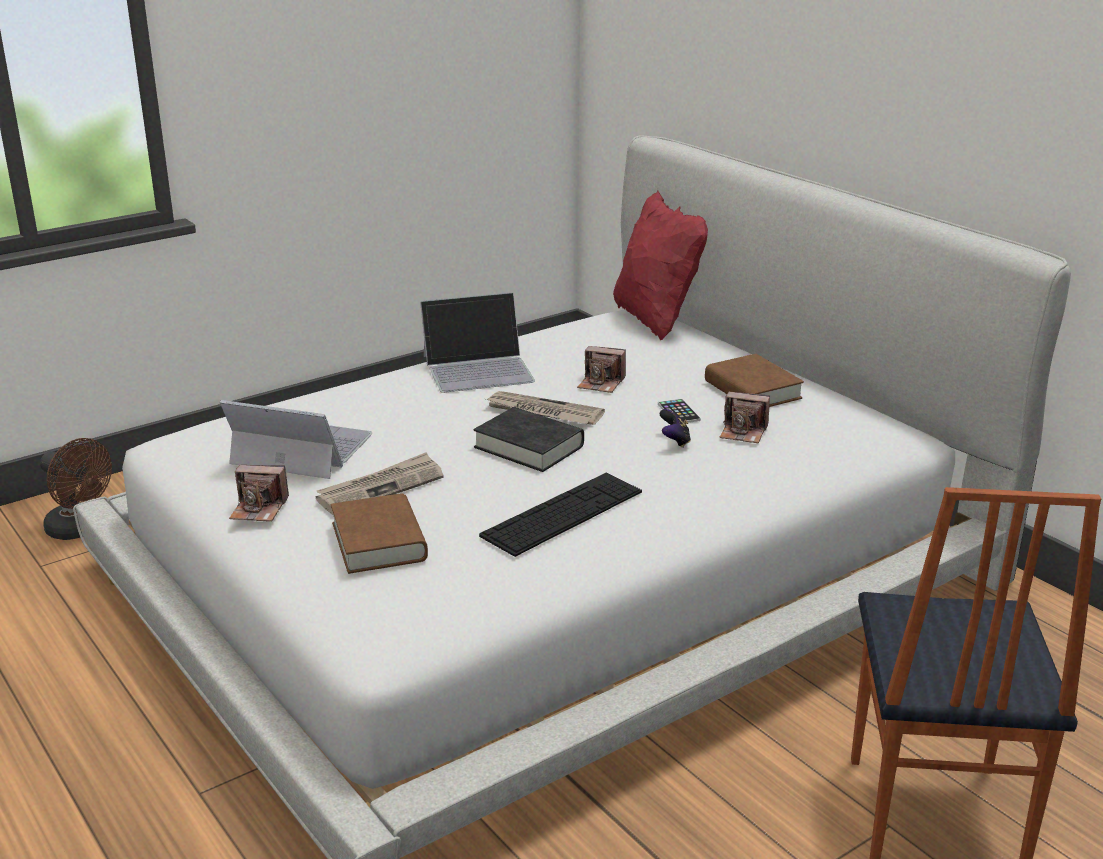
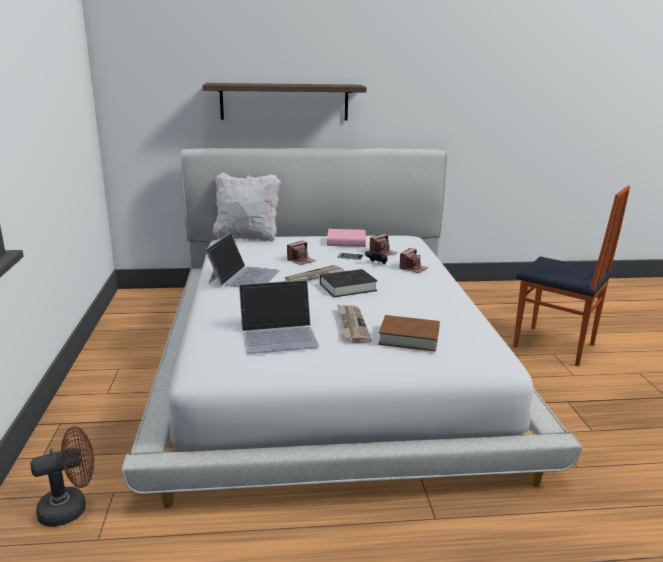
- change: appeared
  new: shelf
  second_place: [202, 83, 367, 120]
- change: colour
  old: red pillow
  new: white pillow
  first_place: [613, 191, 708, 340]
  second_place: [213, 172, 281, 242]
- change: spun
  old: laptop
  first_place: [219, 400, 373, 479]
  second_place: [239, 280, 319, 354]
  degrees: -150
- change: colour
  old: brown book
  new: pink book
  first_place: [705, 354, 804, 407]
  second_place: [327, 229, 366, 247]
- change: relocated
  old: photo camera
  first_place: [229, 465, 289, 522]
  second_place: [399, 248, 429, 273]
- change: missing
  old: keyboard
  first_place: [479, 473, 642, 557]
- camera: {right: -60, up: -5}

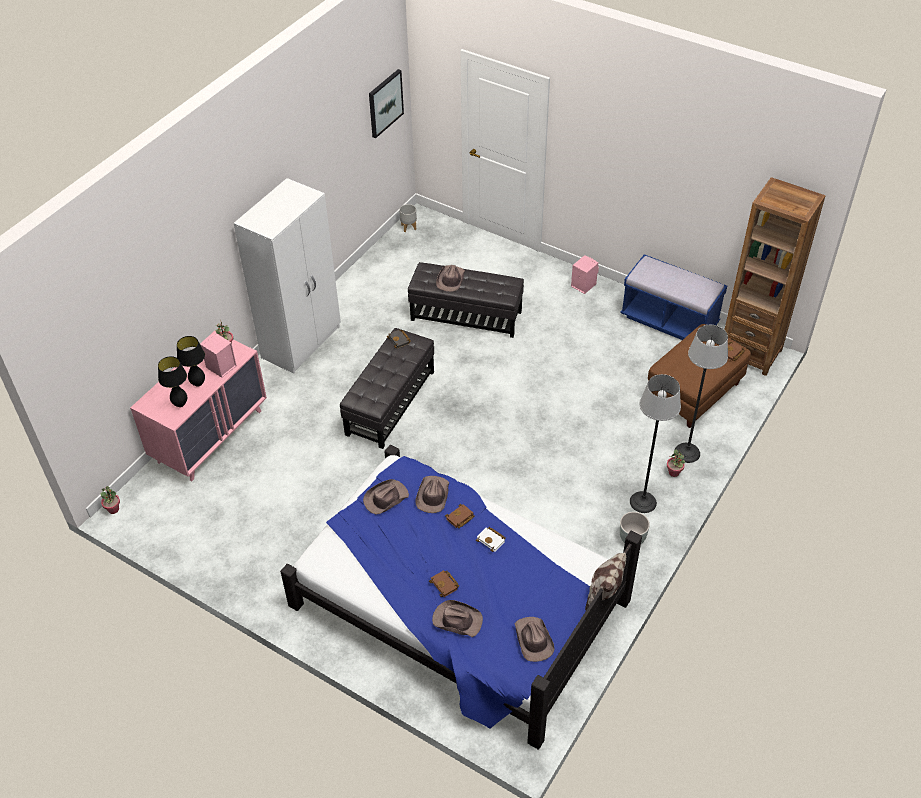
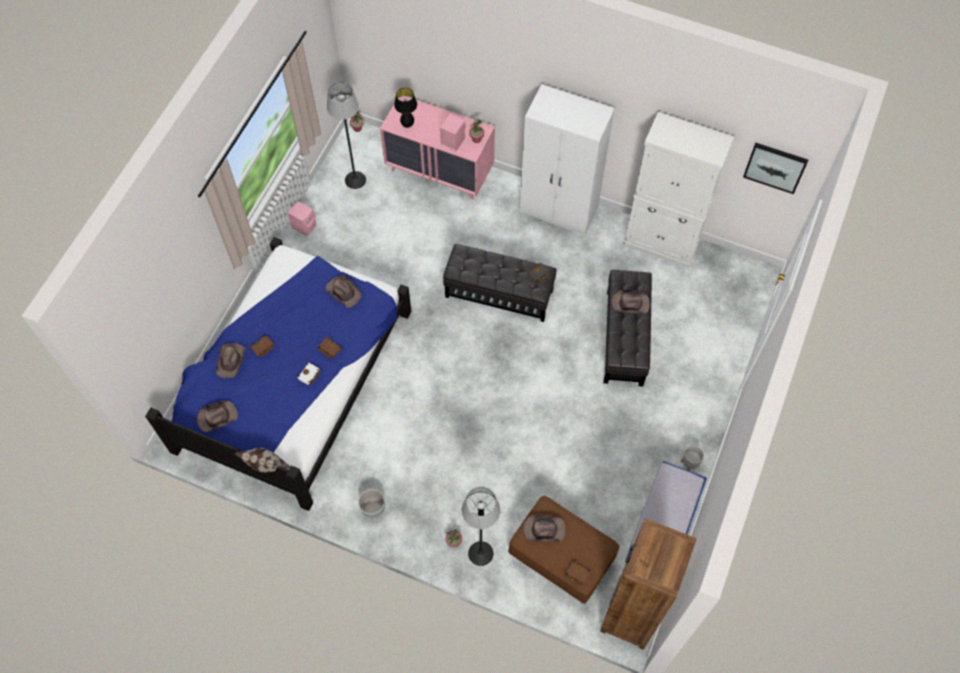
- change: relocated
  old: pink speaker
  first_place: [571, 255, 599, 294]
  second_place: [288, 201, 316, 236]
- change: relocated
  old: floor lamp
  first_place: [630, 374, 681, 513]
  second_place: [327, 82, 366, 189]
- change: relocated
  old: brown hat
  first_place: [416, 476, 450, 513]
  second_place: [523, 514, 565, 542]
- change: appeared
  new: white cabinet
  second_place: [623, 112, 734, 268]
- change: relocated
  old: grey planter
  first_place: [399, 204, 417, 232]
  second_place: [681, 446, 704, 471]
- change: missing
  old: black table lamp
  first_place: [177, 336, 205, 387]
- camera: {right: 80, up: 15}

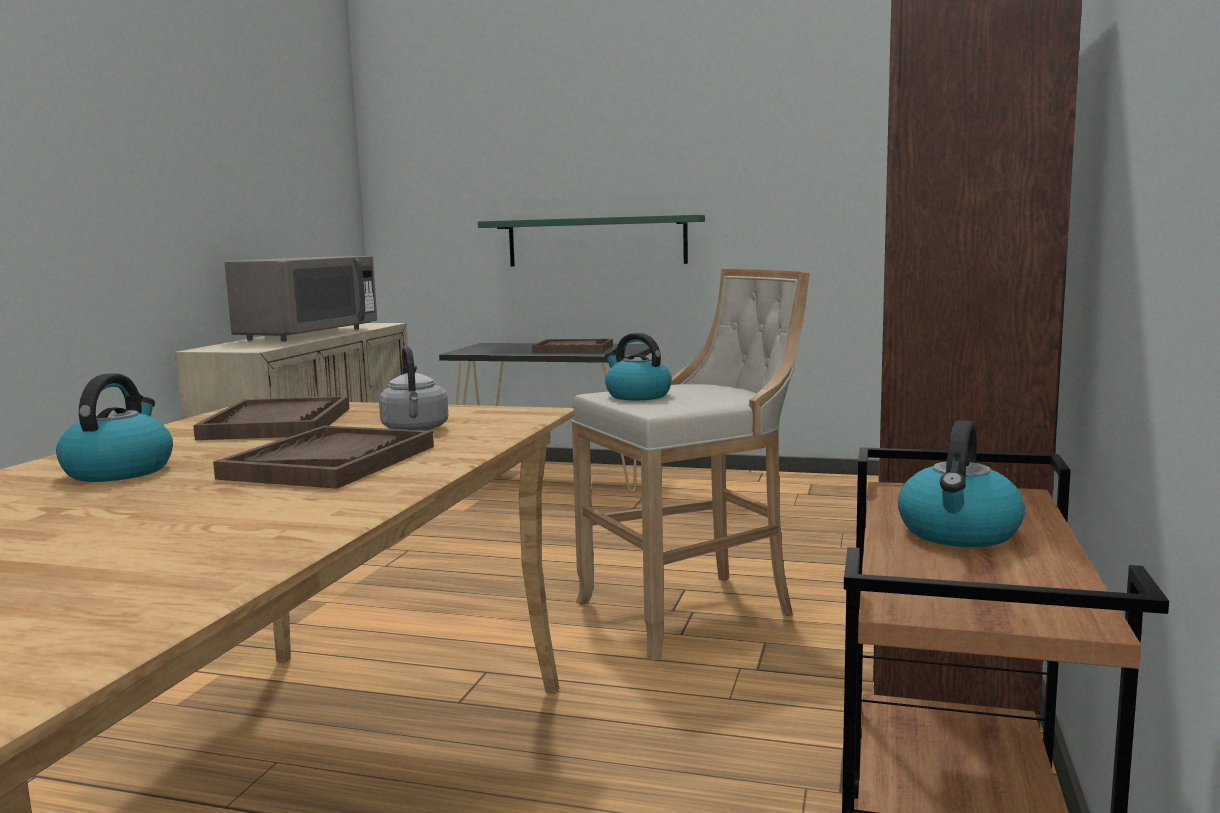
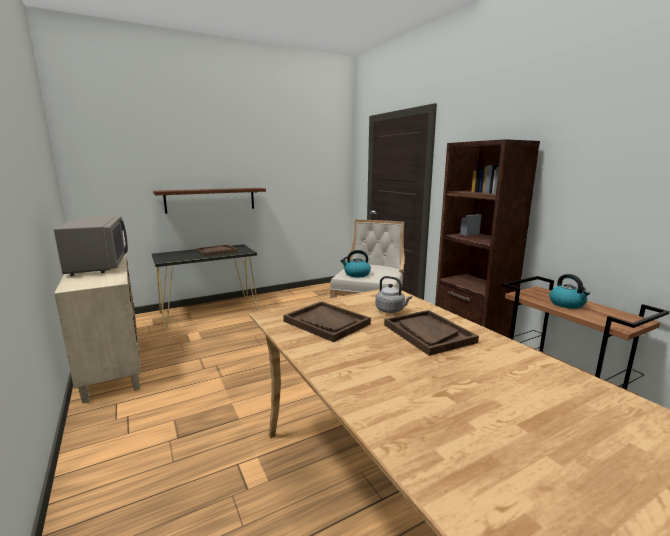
- change: colour
  old: green shelf
  new: brown shelf
  first_place: [478, 215, 705, 267]
  second_place: [153, 188, 266, 214]
- change: missing
  old: kettle
  first_place: [56, 373, 173, 482]
- camera: {right: -45, up: 5}

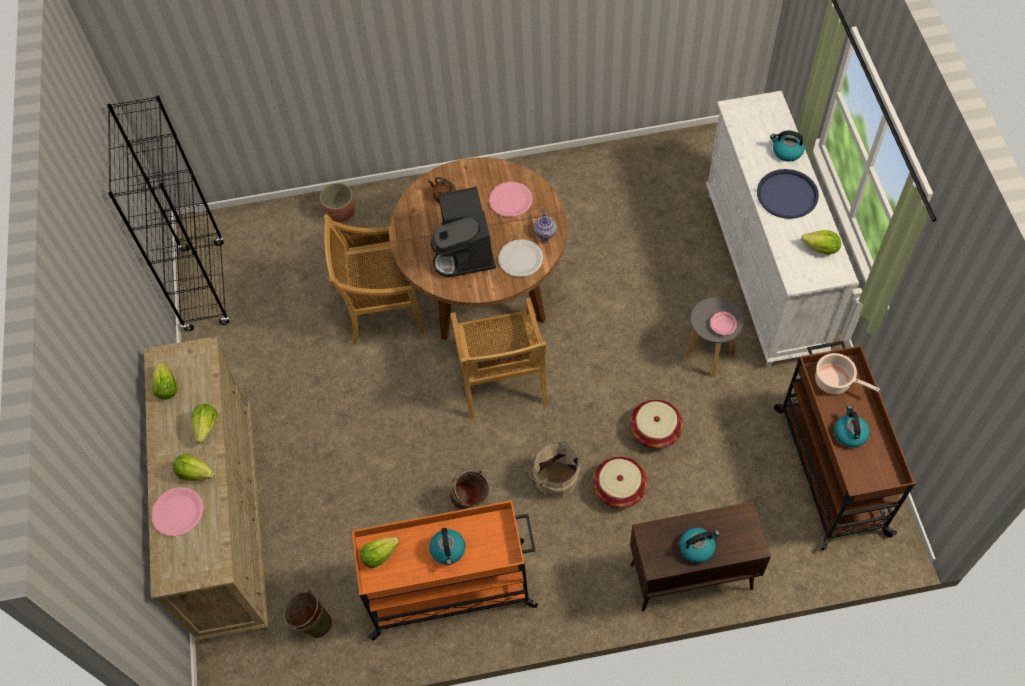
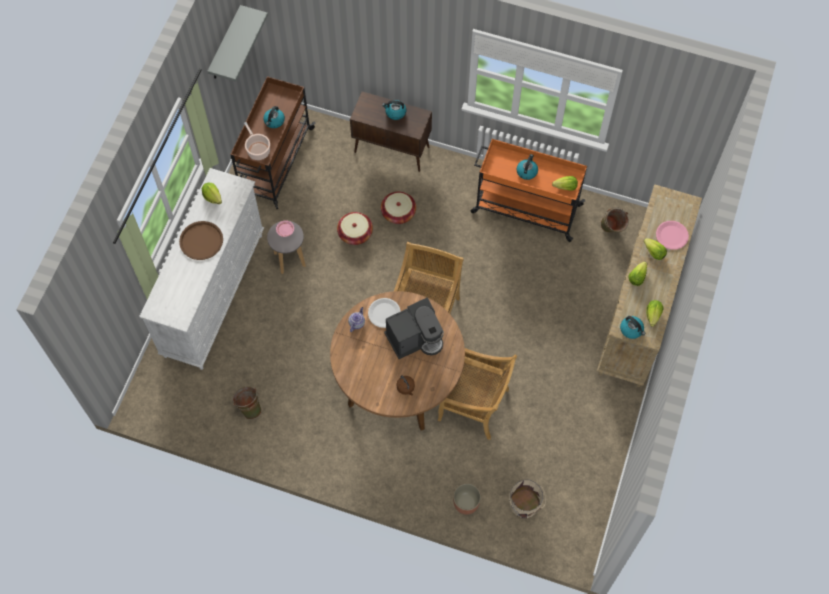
- change: colour
  old: blue tray
  new: brown tray
  first_place: [757, 169, 819, 219]
  second_place: [179, 221, 223, 260]
- change: appeared
  new: grey shelf
  second_place: [207, 5, 268, 82]
- change: relocated
  old: green bucket
  first_place: [450, 469, 490, 509]
  second_place: [232, 386, 262, 419]
- change: spun
  old: coffee machine
  first_place: [431, 187, 496, 277]
  second_place: [384, 297, 444, 359]
  degrees: 45
- change: relocated
  old: beige bucket
  first_place: [530, 442, 580, 499]
  second_place: [509, 480, 546, 518]
- change: relocated
  old: kettle
  first_place: [770, 131, 805, 162]
  second_place: [620, 316, 645, 339]
- change: missing
  old: black bookcase
  first_place: [107, 96, 230, 332]
- change: missing
  old: pink plate
  first_place: [489, 182, 533, 217]
- camera: {right: -155, up: 5}

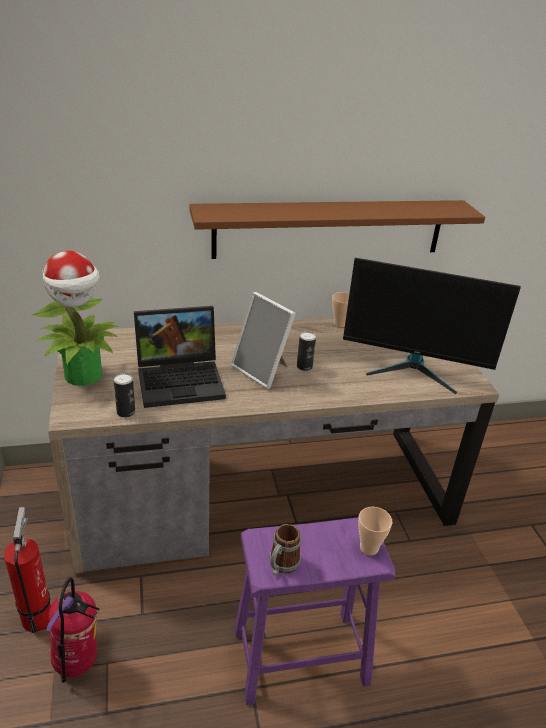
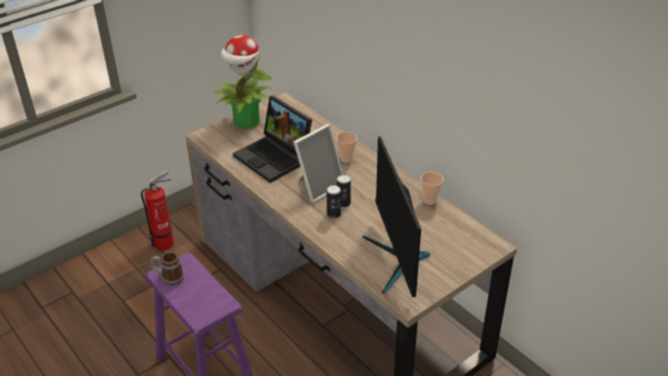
- change: spun
  old: picture frame
  first_place: [231, 292, 296, 389]
  second_place: [293, 124, 343, 203]
  degrees: -150
- change: relocated
  old: can
  first_place: [114, 373, 135, 417]
  second_place: [327, 185, 341, 218]
- change: relocated
  old: cup
  first_place: [358, 507, 392, 555]
  second_place: [336, 132, 357, 163]
- change: missing
  old: fire extinguisher
  first_place: [46, 577, 100, 683]
- change: missing
  old: brown shelf
  first_place: [189, 200, 485, 259]
- camera: {right: 65, up: 5}

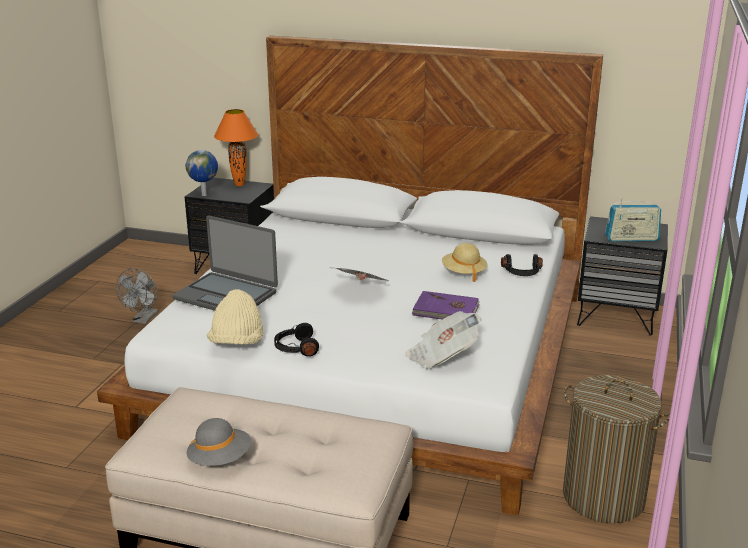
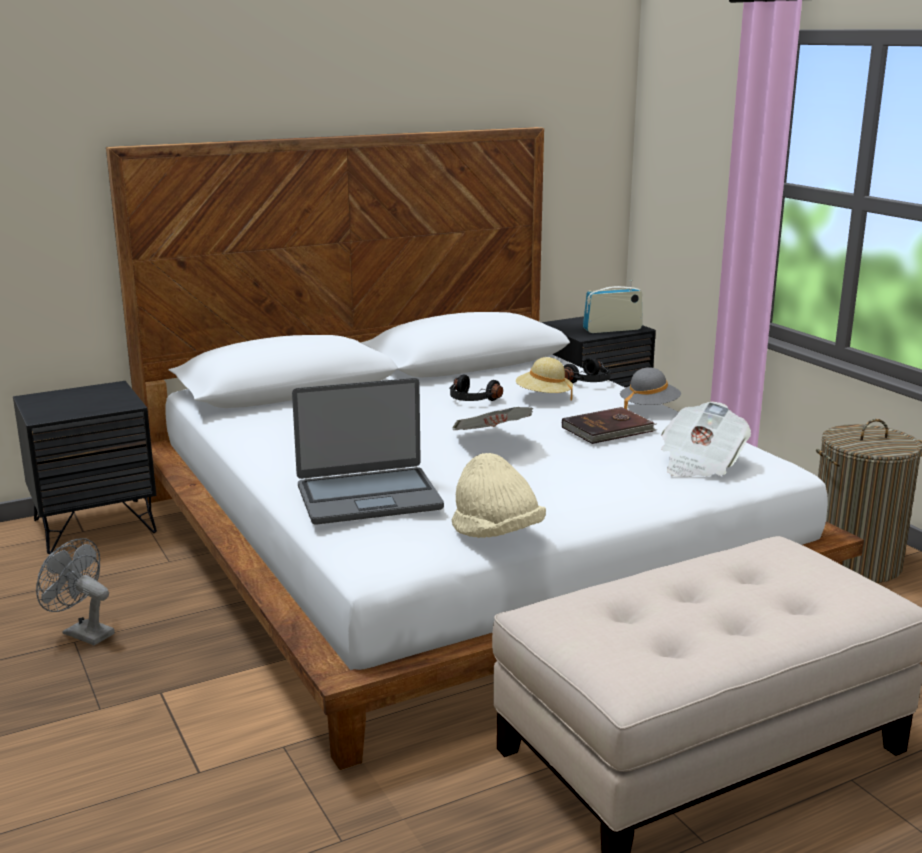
- change: spun
  old: grey fan
  first_place: [116, 268, 158, 324]
  second_place: [36, 538, 114, 645]
  degrees: 150
- change: relocated
  old: black headphones
  first_place: [274, 323, 319, 356]
  second_place: [449, 374, 503, 401]
- change: colour
  old: purple book
  new: brown book
  first_place: [411, 291, 480, 319]
  second_place: [562, 407, 657, 444]
- change: spun
  old: radio
  first_place: [605, 198, 661, 241]
  second_place: [583, 280, 643, 333]
  degrees: -150
- change: relocated
  old: grey hat
  first_place: [187, 418, 251, 466]
  second_place: [620, 367, 681, 409]
- change: missing
  old: globe
  first_place: [186, 150, 218, 196]
- change: missing
  old: orange table lamp
  first_place: [214, 109, 258, 186]
- camera: {right: -45, up: -5}

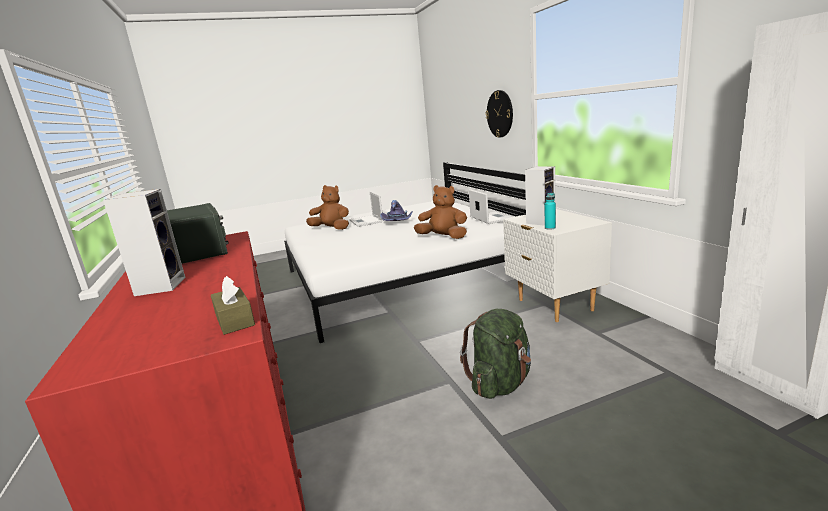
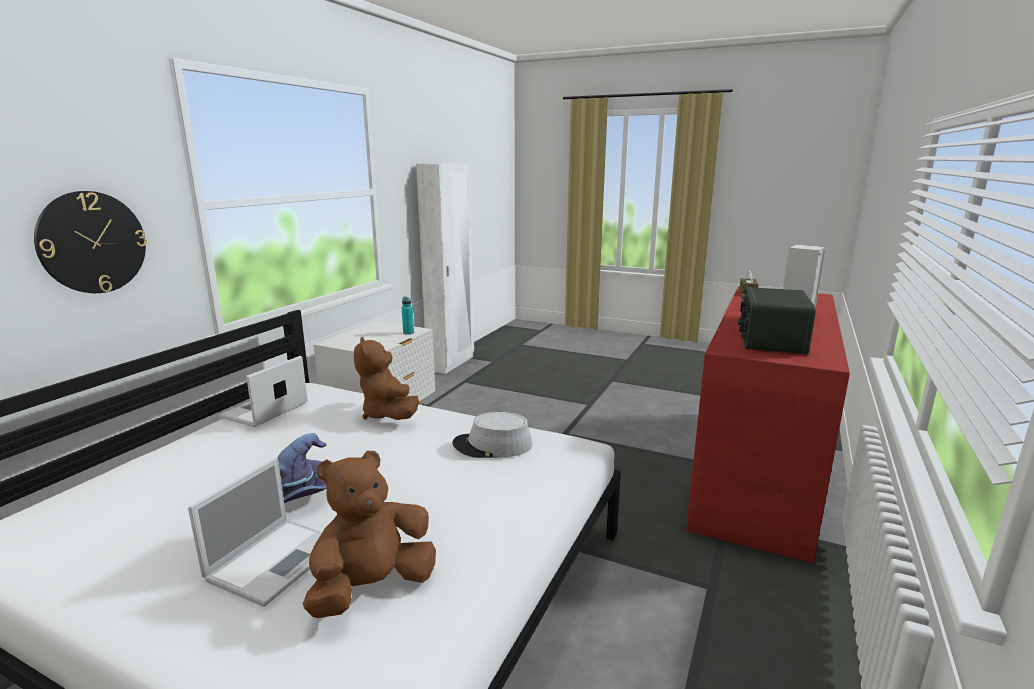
- change: spun
  old: brown plush toy
  first_place: [306, 185, 349, 230]
  second_place: [303, 450, 436, 618]
  degrees: 75
- change: appeared
  new: grey hat
  second_place: [452, 412, 532, 458]
- change: missing
  old: green backpack
  first_place: [460, 309, 531, 399]
- change: missing
  old: speaker
  first_place: [525, 166, 555, 226]
- camera: {right: -135, up: 0}

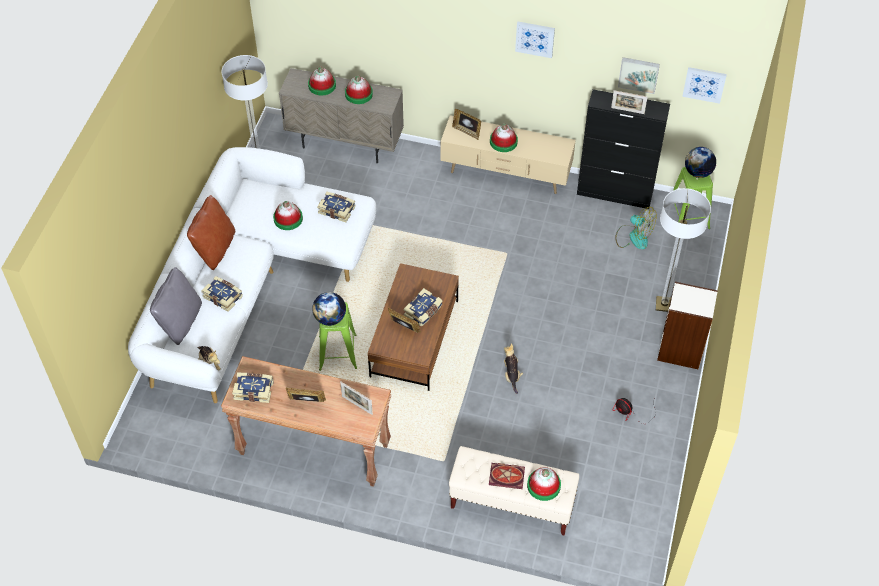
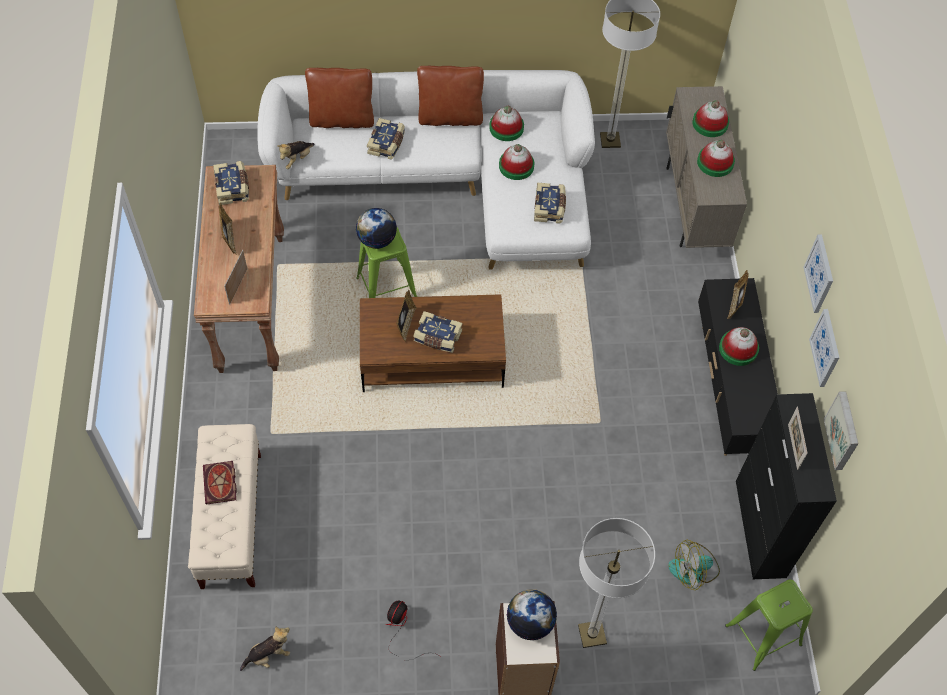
- change: relocated
  old: plush toy
  first_place: [504, 344, 523, 394]
  second_place: [240, 626, 290, 671]
- change: colour
  old: grey pillow
  new: brown pillow
  first_place: [150, 267, 202, 345]
  second_place: [305, 68, 374, 128]
- change: relocated
  old: hat
  first_place: [527, 467, 561, 501]
  second_place: [489, 106, 524, 141]
- change: relocated
  old: globe
  first_place: [685, 147, 716, 178]
  second_place: [507, 589, 557, 640]
- change: spun
  old: fan
  first_place: [615, 207, 657, 250]
  second_place: [668, 540, 720, 590]
  degrees: 60
- change: colour
  old: beige tv stand
  new: black tv stand
  first_place: [441, 115, 576, 194]
  second_place: [698, 278, 778, 456]
- change: relocated
  old: picture
  first_place: [682, 67, 727, 104]
  second_place: [809, 309, 839, 387]
- camera: {right: 70, up: 5}

